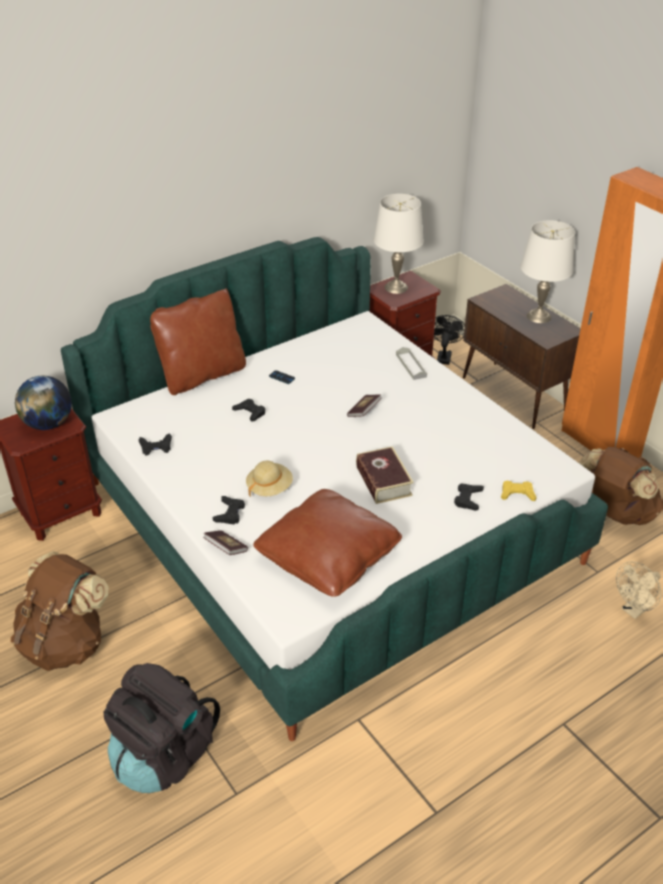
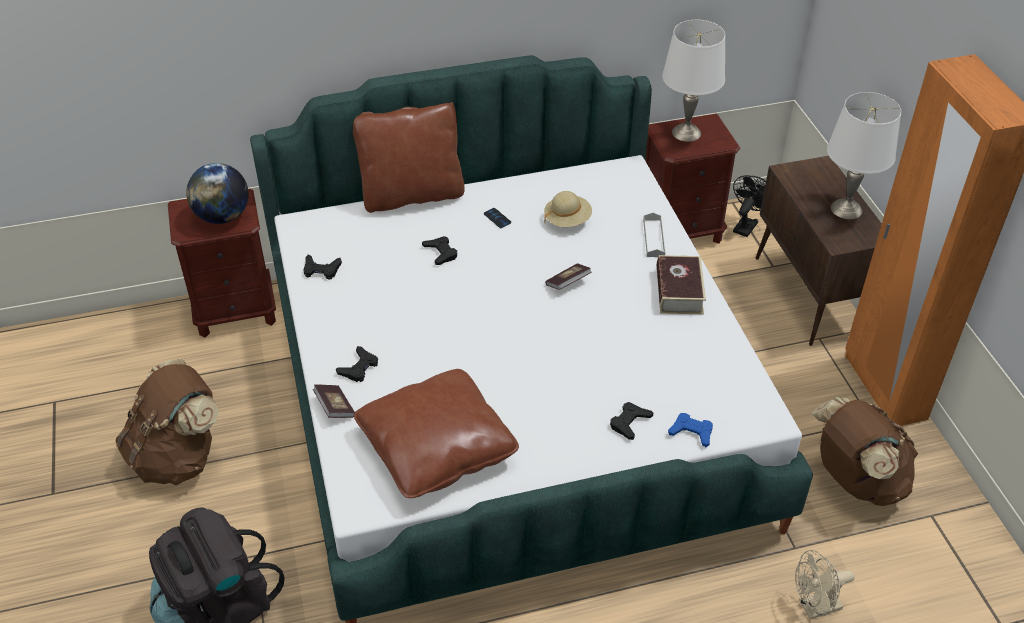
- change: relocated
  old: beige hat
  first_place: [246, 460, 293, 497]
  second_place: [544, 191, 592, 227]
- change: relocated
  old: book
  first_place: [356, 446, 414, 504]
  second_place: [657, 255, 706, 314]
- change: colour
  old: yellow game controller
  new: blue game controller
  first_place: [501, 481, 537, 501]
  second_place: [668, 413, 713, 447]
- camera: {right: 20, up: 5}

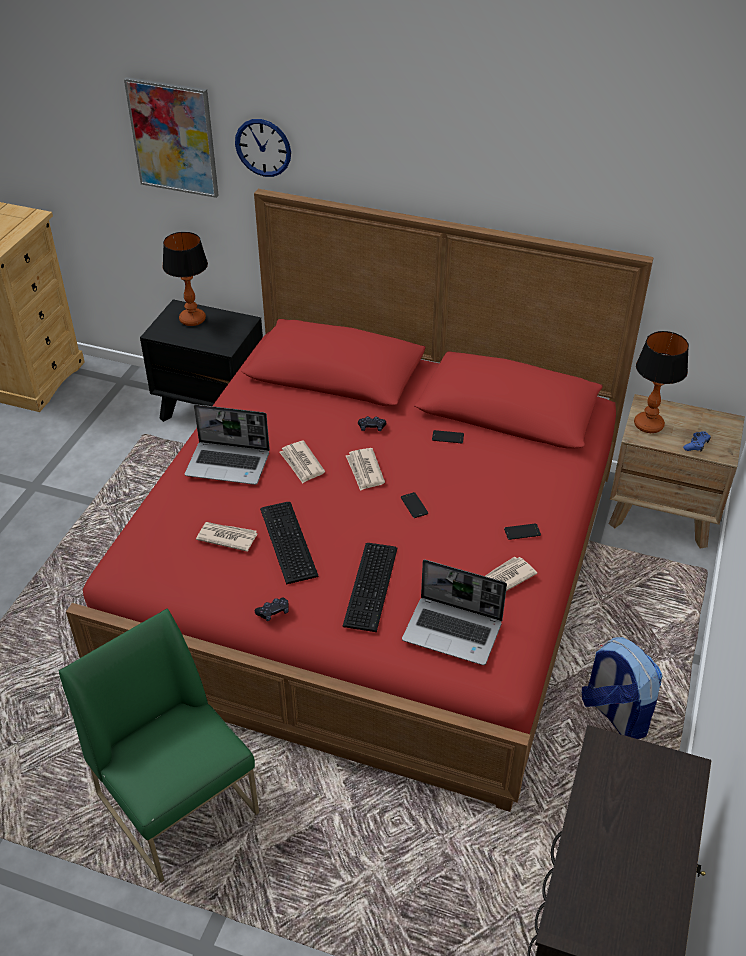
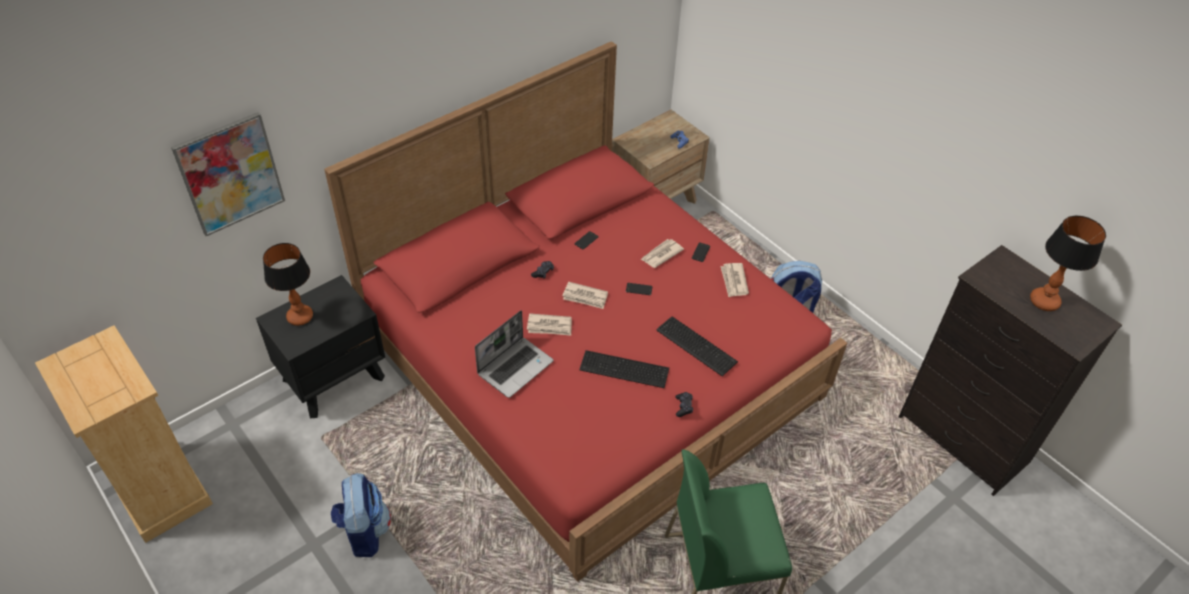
- change: appeared
  new: backpack
  second_place: [331, 473, 391, 557]
- change: relocated
  old: newspaper
  first_place: [196, 522, 257, 552]
  second_place: [641, 239, 684, 268]
- change: relocated
  old: table lamp
  first_place: [634, 331, 689, 433]
  second_place: [1030, 215, 1106, 311]
- change: missing
  old: wall clock
  first_place: [235, 119, 291, 177]
- change: missing
  old: laptop
  first_place: [402, 560, 507, 665]
- camera: {right: -60, up: 5}

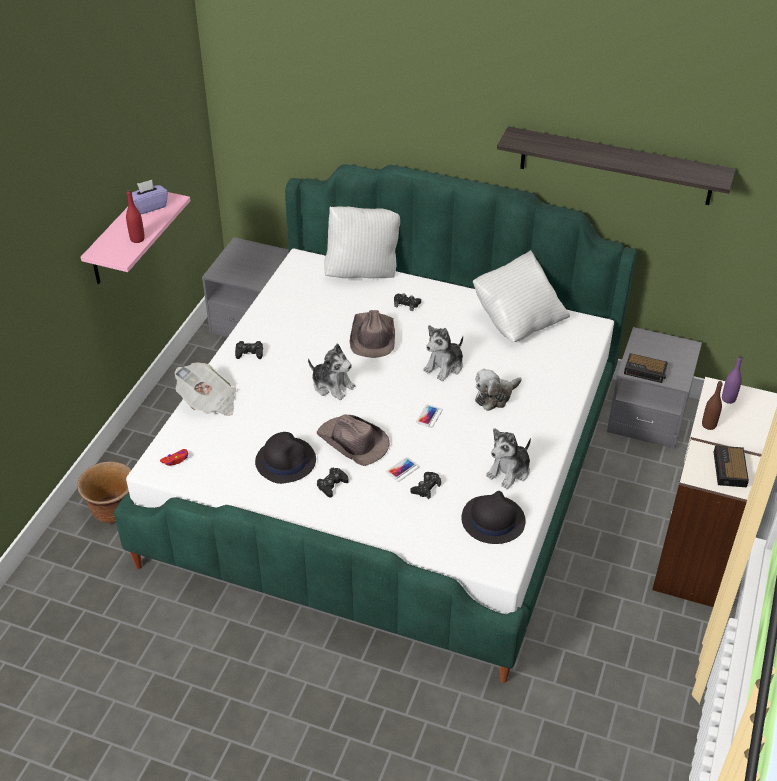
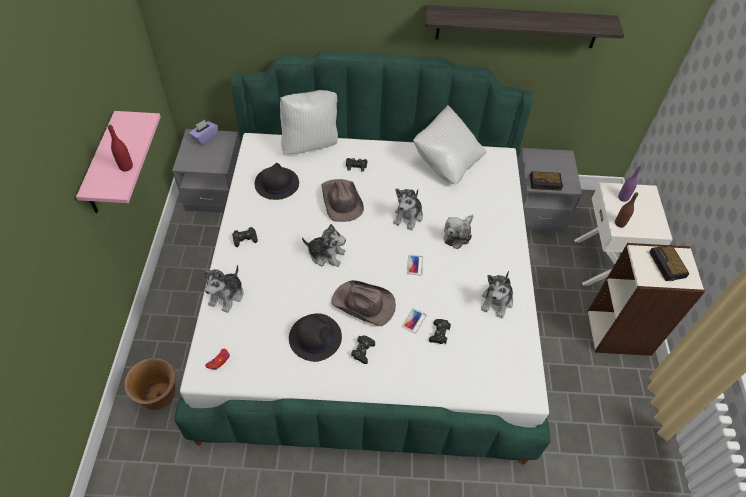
- change: relocated
  old: purple tissue box
  first_place: [132, 180, 168, 214]
  second_place: [189, 120, 218, 146]
- change: exchanged
  old: newspaper
  new: plush toy
  first_place: [175, 363, 236, 416]
  second_place: [202, 265, 243, 313]
- change: relocated
  old: black hat
  first_place: [461, 491, 525, 544]
  second_place: [255, 163, 299, 200]
- camera: {right: -20, up: 10}

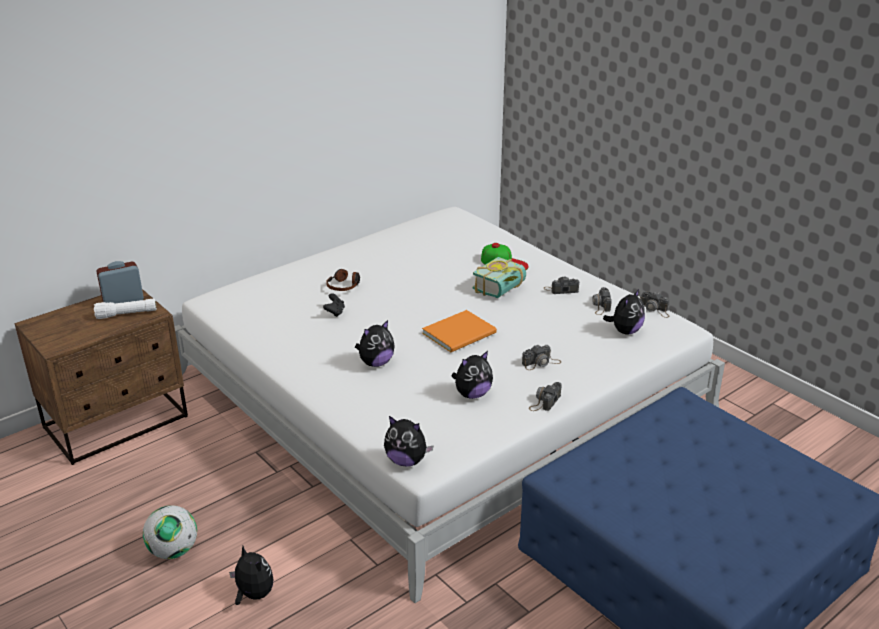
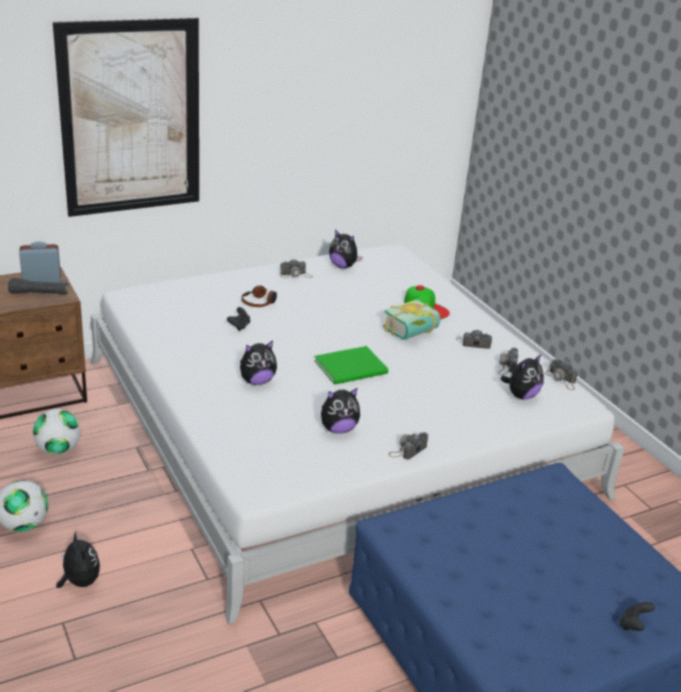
- change: colour
  old: white flashlight
  new: black flashlight
  first_place: [94, 299, 157, 319]
  second_place: [8, 278, 68, 294]
- change: appeared
  new: football
  second_place: [33, 409, 81, 455]
- change: appeared
  new: picture
  second_place: [53, 18, 199, 217]
- change: relocated
  old: photo camera
  first_place: [522, 345, 561, 370]
  second_place: [280, 259, 313, 278]
- change: colour
  old: orange book
  new: green book
  first_place: [422, 310, 497, 352]
  second_place: [315, 346, 388, 385]
- change: relocated
  old: plush toy
  first_place: [384, 416, 434, 466]
  second_place: [329, 229, 363, 269]
- change: appeared
  new: black game controller
  second_place: [620, 602, 655, 631]
- camera: {right: 10, up: 0}

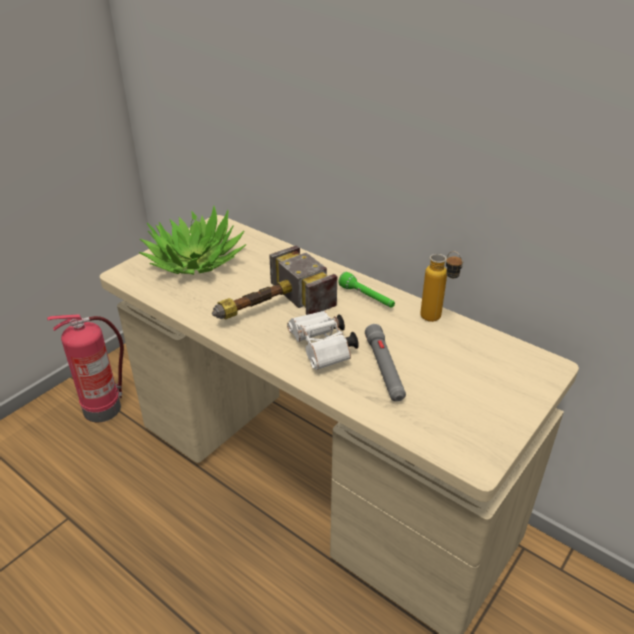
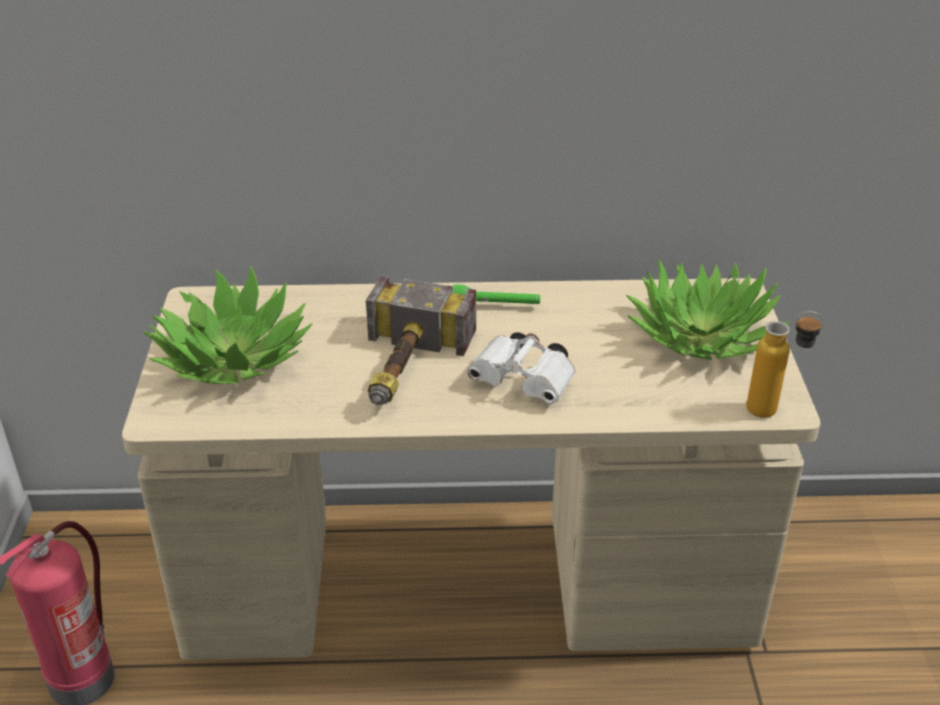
- change: appeared
  new: potted plant
  second_place: [626, 259, 790, 360]
- change: relocated
  old: bottle
  first_place: [420, 251, 463, 322]
  second_place: [747, 311, 824, 418]
- change: missing
  old: grey flashlight
  first_place: [365, 324, 406, 402]
- camera: {right: -40, up: 0}

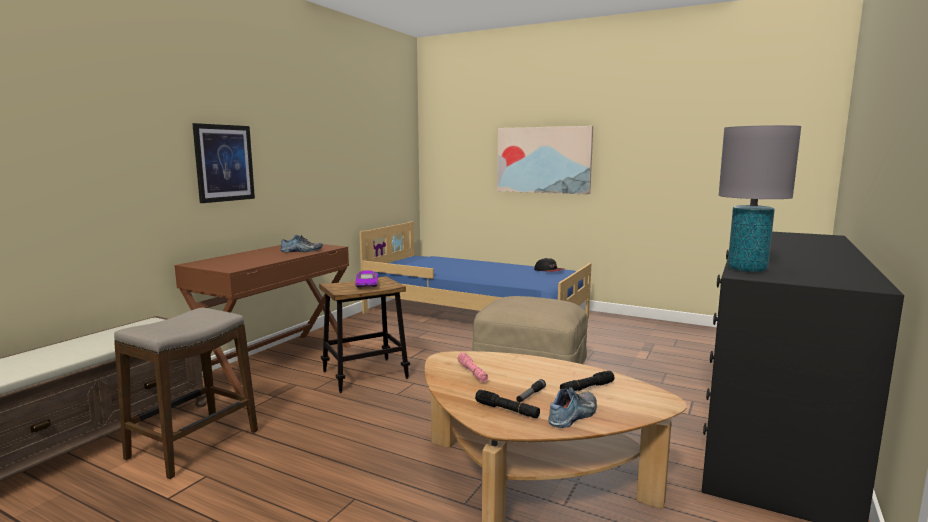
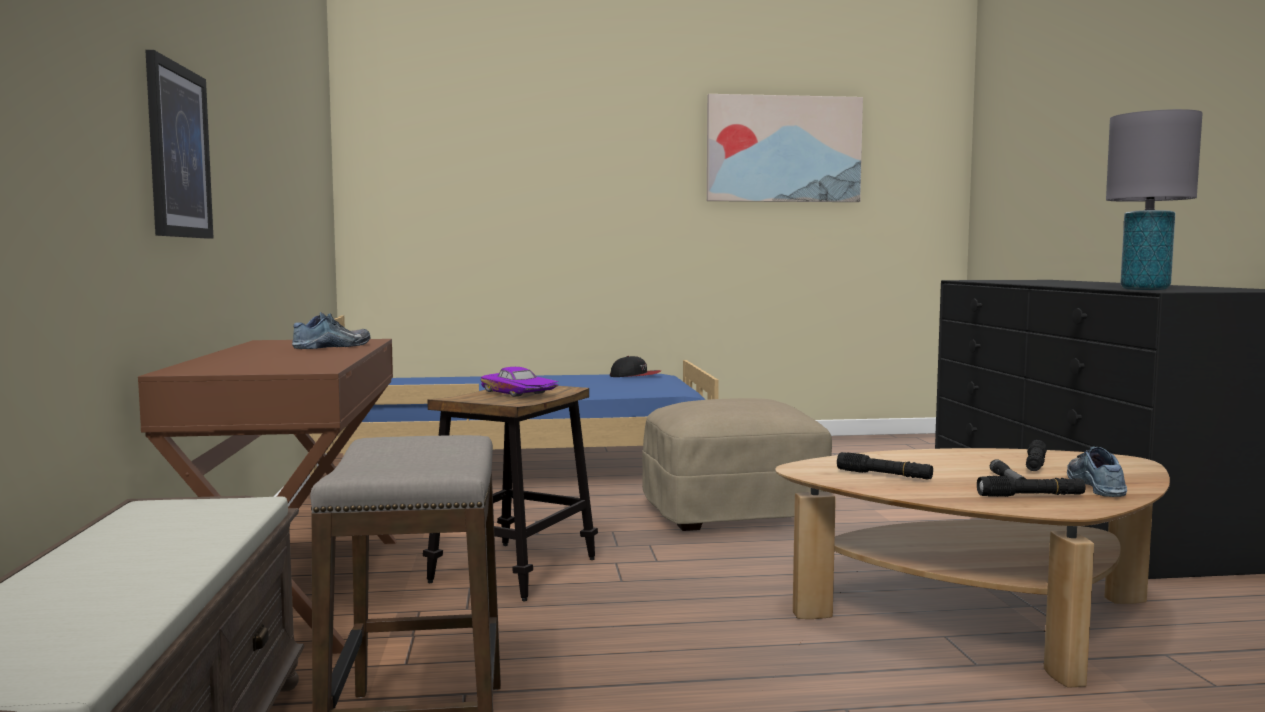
- change: relocated
  old: picture
  first_place: [497, 126, 593, 195]
  second_place: [707, 94, 863, 202]
- change: colour
  old: pink flashlight
  new: black flashlight
  first_place: [458, 353, 488, 382]
  second_place: [837, 452, 933, 480]
- camera: {right: -35, up: -5}

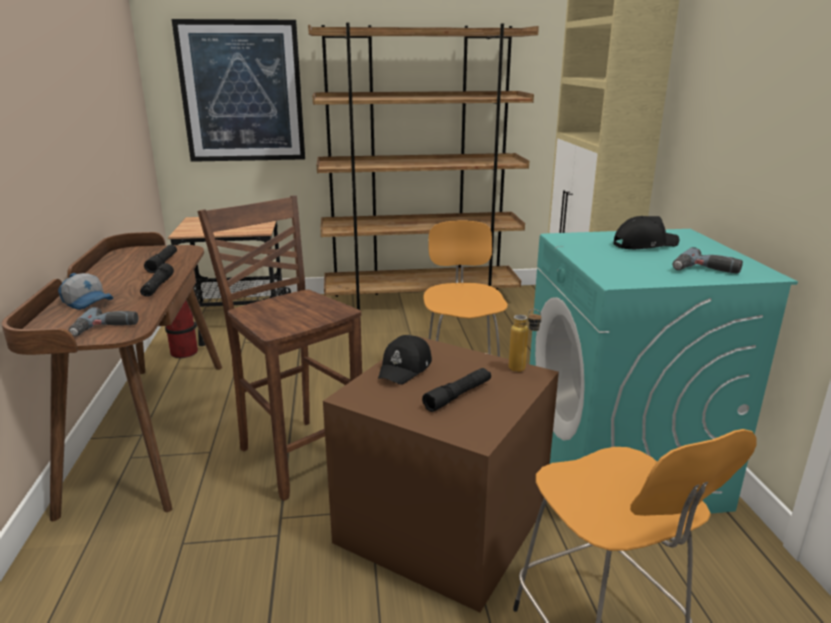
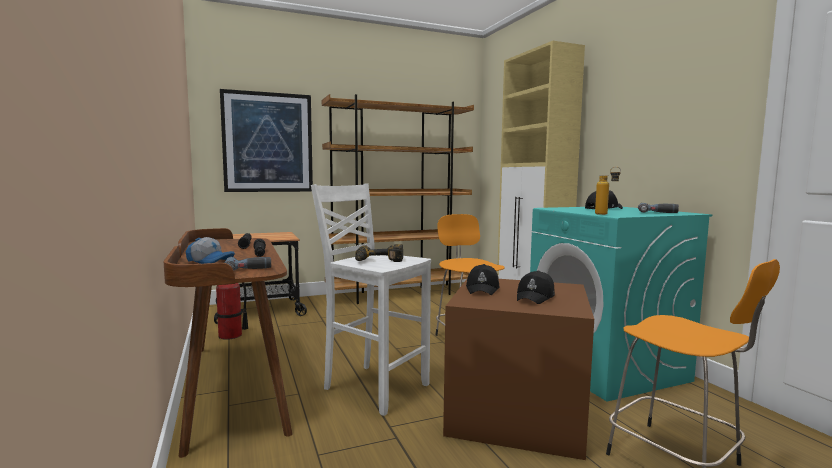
- change: colour
  old: brown stool
  new: white stool
  first_place: [198, 195, 362, 501]
  second_place: [311, 183, 431, 416]
- change: appeared
  new: power drill
  second_place: [355, 244, 403, 262]
- change: exchanged
  old: black flashlight
  new: black cap
  first_place: [422, 368, 491, 412]
  second_place: [517, 271, 555, 304]
- change: relocated
  old: bottle
  first_place: [509, 309, 542, 372]
  second_place: [595, 167, 621, 215]
- camera: {right: -15, up: -15}

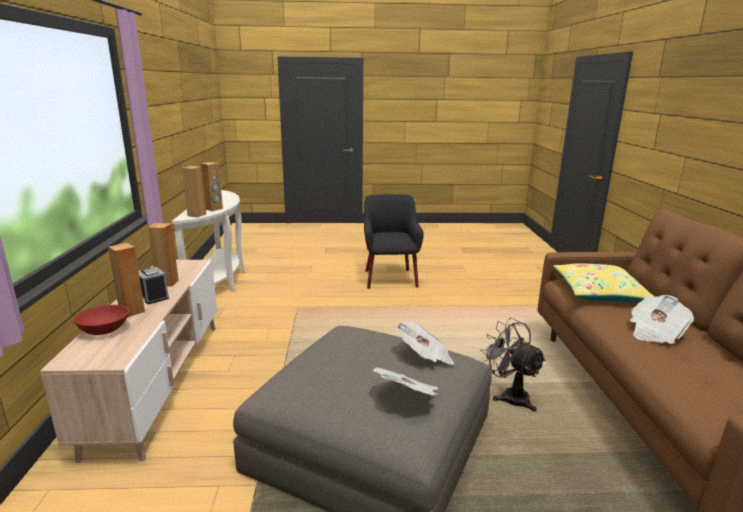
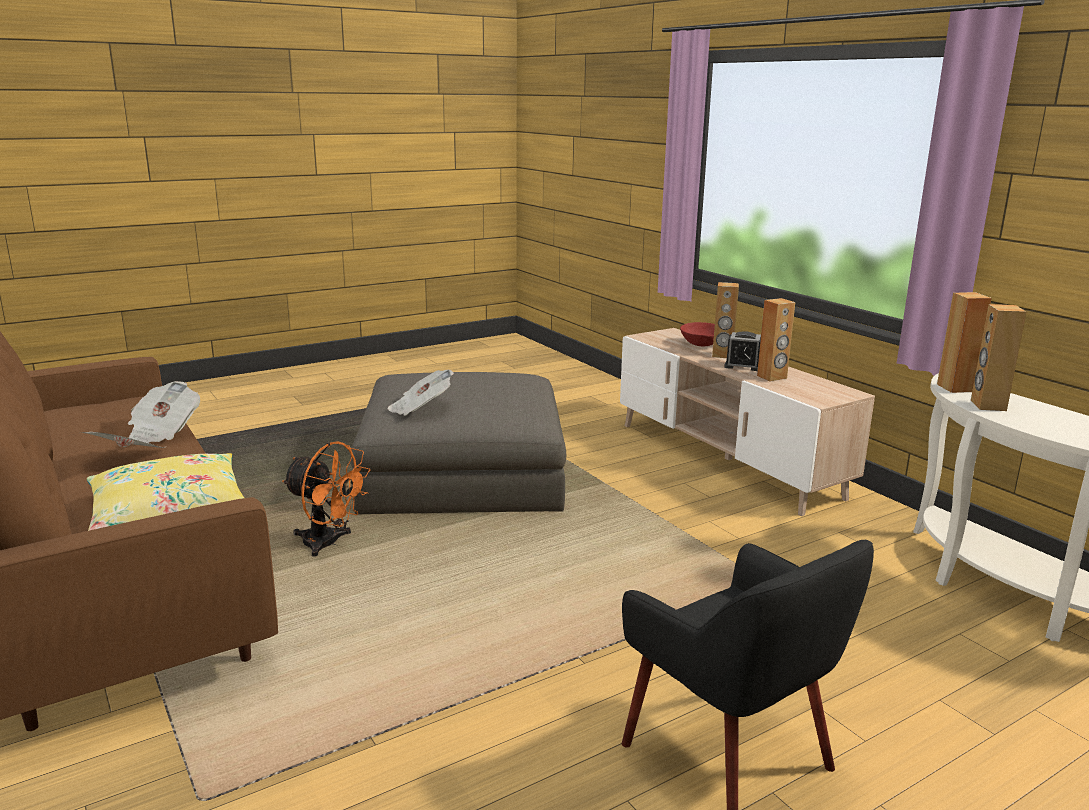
- change: relocated
  old: newspaper
  first_place: [373, 367, 438, 396]
  second_place: [128, 381, 200, 443]
- change: colour
  old: grey fan
  new: orange fan
  first_place: [480, 318, 546, 412]
  second_place: [282, 441, 370, 557]
- camera: {right: 150, up: 0}

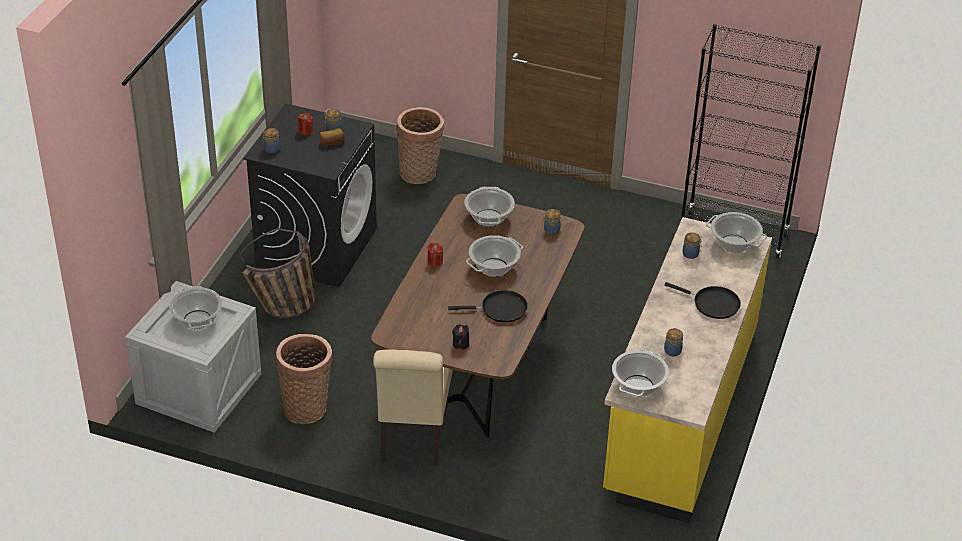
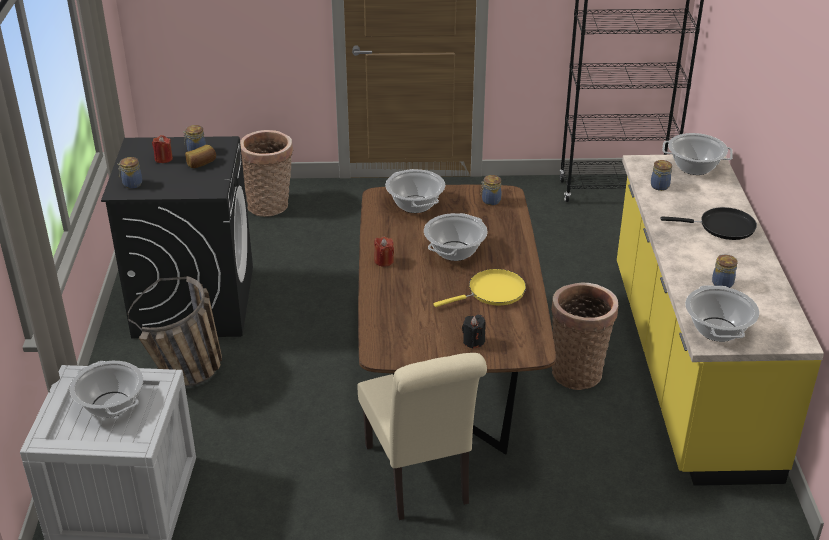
- change: colour
  old: black frying pan
  new: yellow frying pan
  first_place: [448, 290, 528, 323]
  second_place: [433, 269, 526, 307]
- change: relocated
  old: basket
  first_place: [276, 334, 333, 424]
  second_place: [551, 283, 618, 390]
- camera: {right: -20, up: -5}

